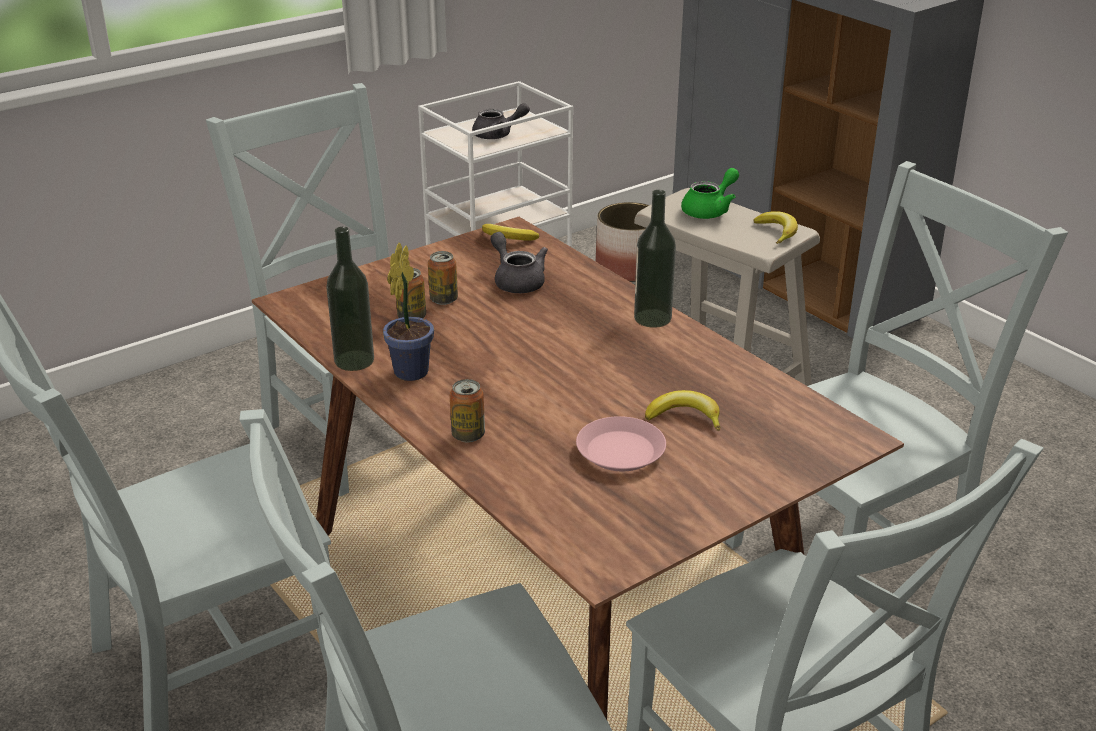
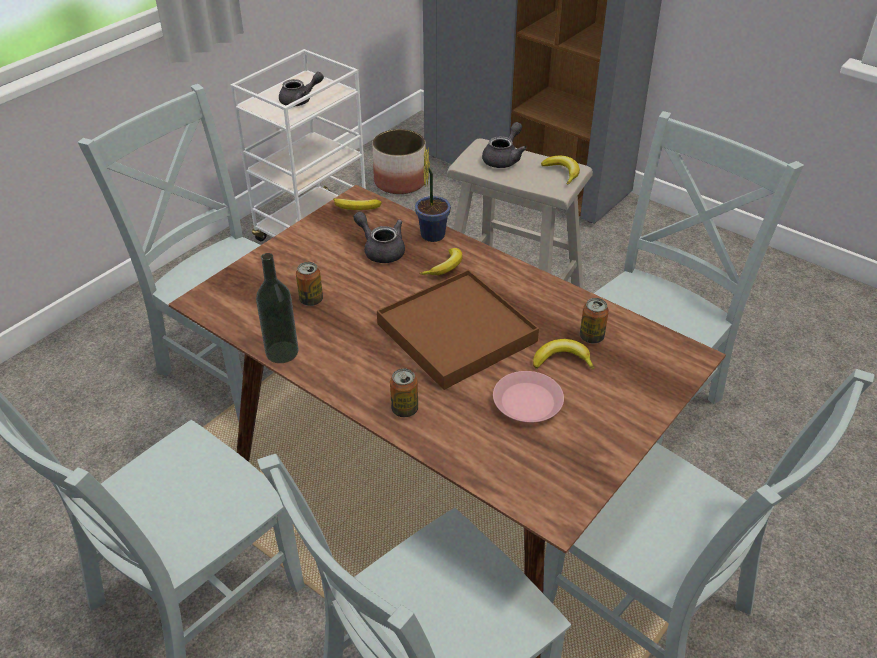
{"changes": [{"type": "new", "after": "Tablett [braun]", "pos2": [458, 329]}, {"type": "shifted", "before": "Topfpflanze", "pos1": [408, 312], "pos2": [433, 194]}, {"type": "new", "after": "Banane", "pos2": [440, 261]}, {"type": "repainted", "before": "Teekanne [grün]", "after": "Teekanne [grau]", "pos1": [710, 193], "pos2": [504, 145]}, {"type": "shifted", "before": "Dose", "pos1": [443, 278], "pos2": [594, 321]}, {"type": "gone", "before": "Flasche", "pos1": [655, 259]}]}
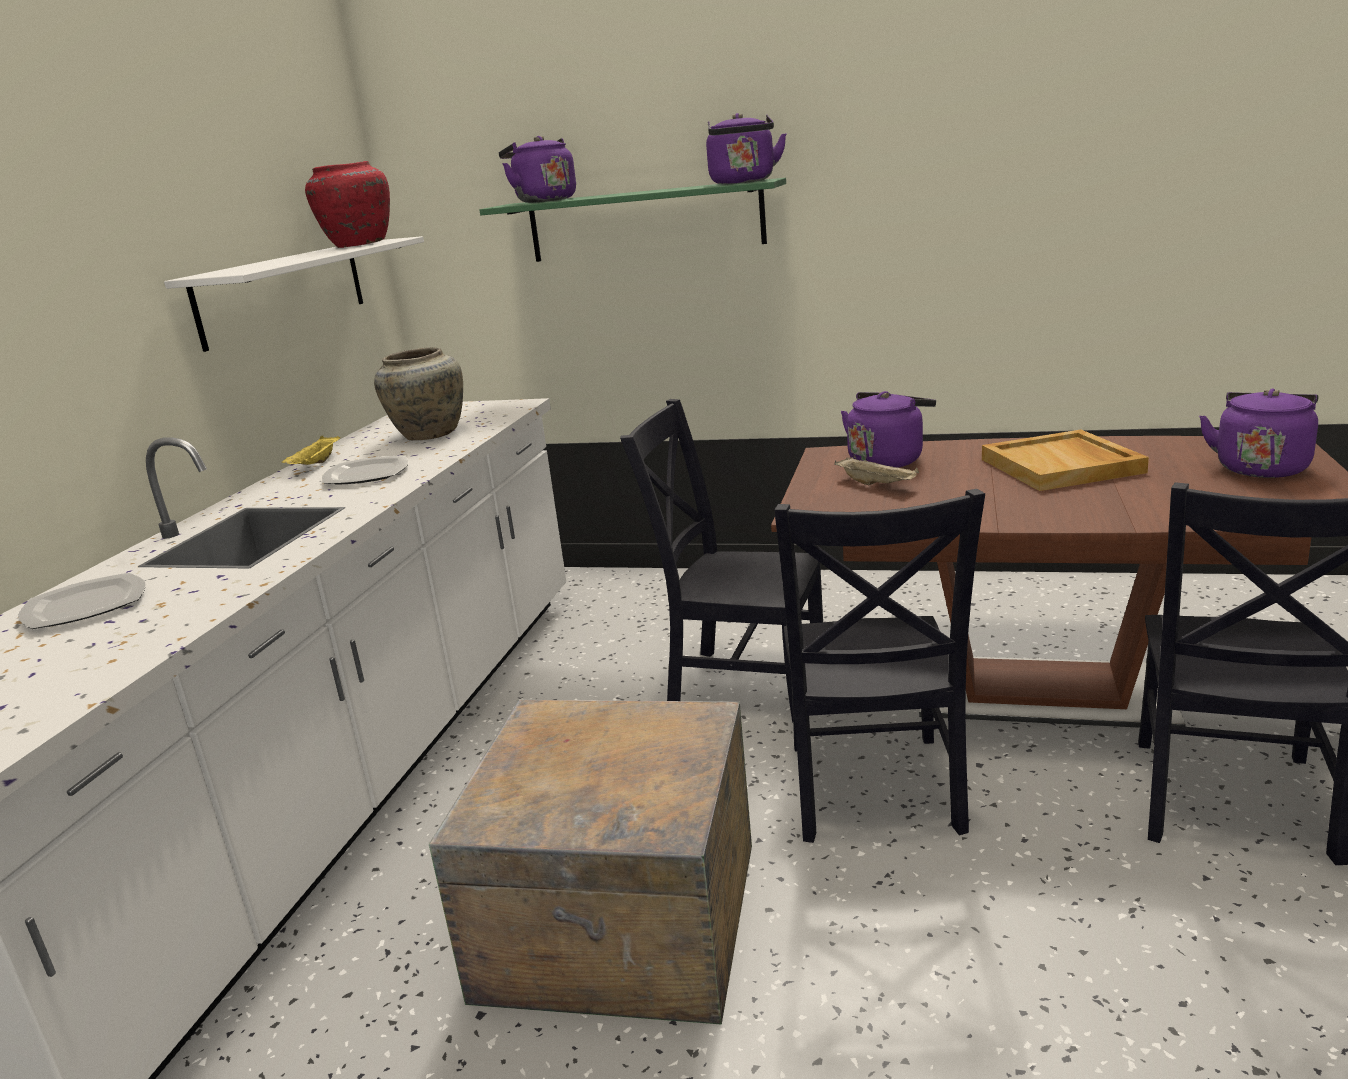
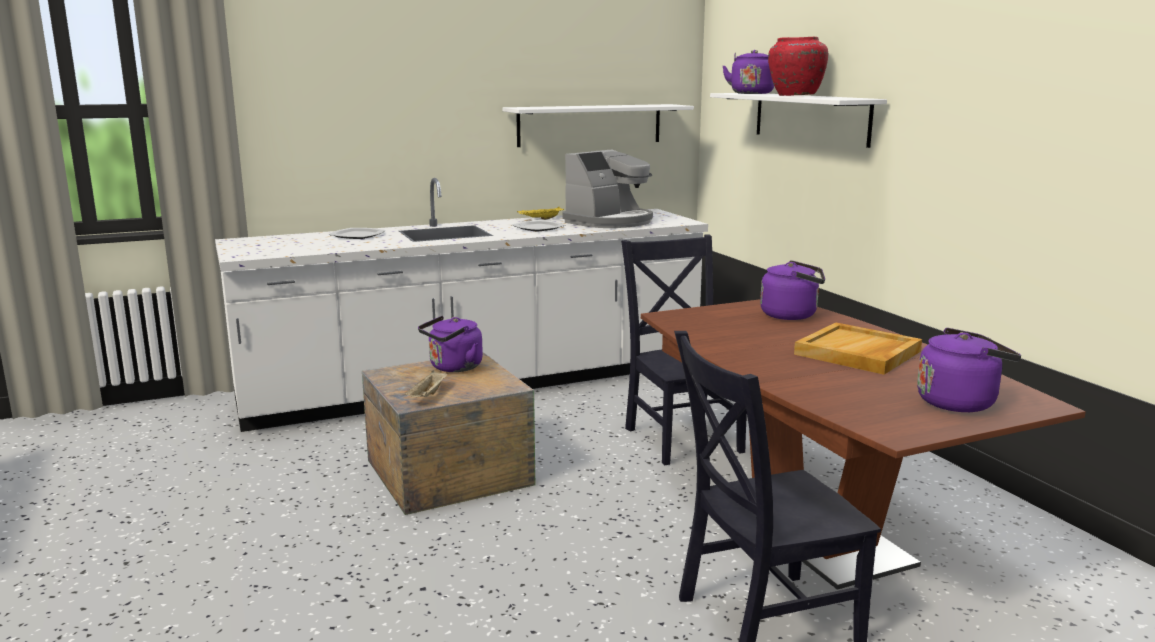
{"changes": [{"type": "shifted", "before": "Tablett [beige]", "pos1": [876, 471], "pos2": [426, 383]}, {"type": "shifted", "before": "Wasserkessel [lila]", "pos1": [746, 148], "pos2": [450, 344]}, {"type": "swapped", "before": "Vase [beige]", "after": "Kaffeemaschine", "pos1": [418, 393], "pos2": [607, 188]}, {"type": "repainted", "before": "Wandregal [grün]", "after": "Wandregal [weiß]", "pos1": [633, 220], "pos2": [798, 120]}, {"type": "shifted", "before": "Vase [rot]", "pos1": [347, 204], "pos2": [798, 66]}, {"type": "gone", "before": "Stuhl [schwarz]", "pos1": [879, 666]}]}
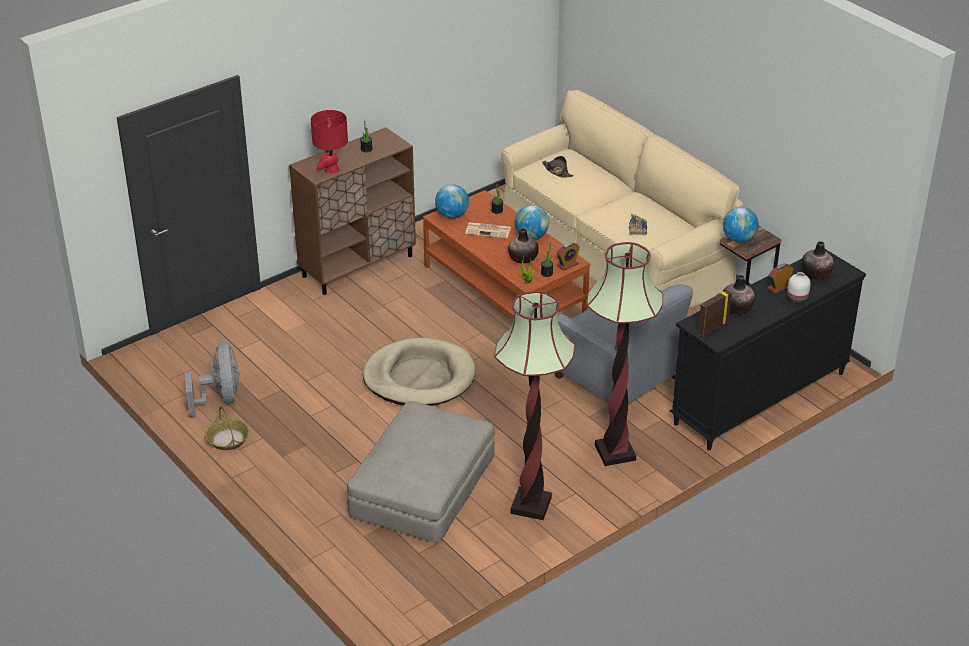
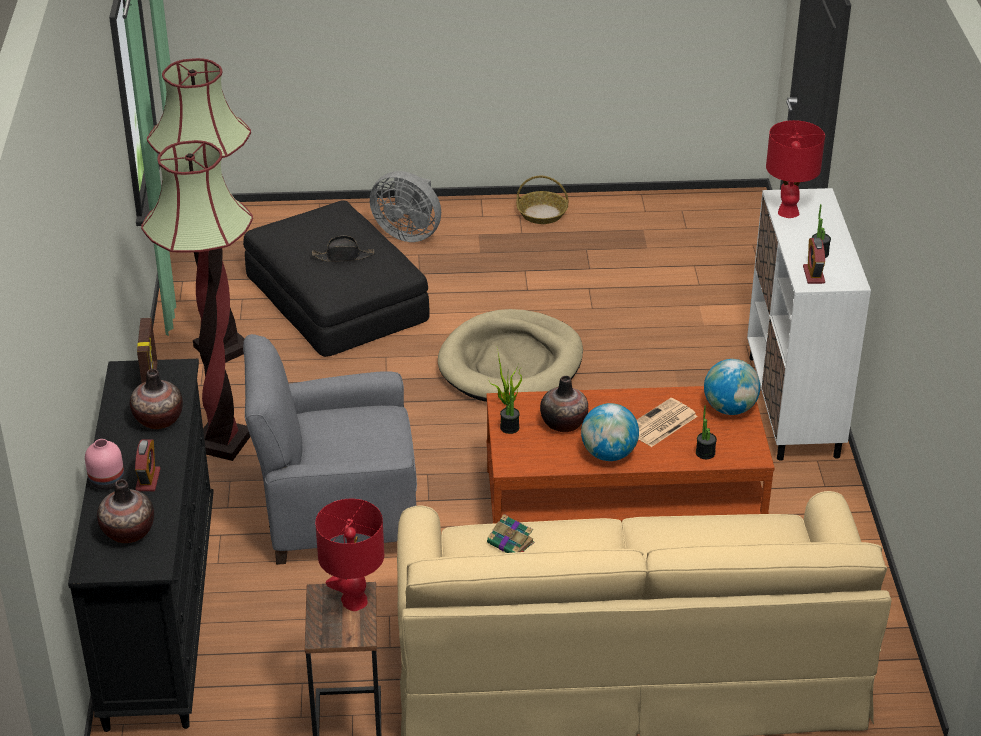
{"changes": [{"type": "repainted", "before": "Vase [weiß]", "after": "Vase [rosa]", "pos1": [799, 288], "pos2": [104, 464]}, {"type": "repainted", "before": "Polsterhocker [beige]", "after": "Polsterhocker [schwarz]", "pos1": [421, 471], "pos2": [336, 278]}, {"type": "shifted", "before": "Hut [schwarz]", "pos1": [558, 167], "pos2": [343, 249]}, {"type": "swapped", "before": "Globus", "after": "Tischlampe [rot]", "pos1": [741, 225], "pos2": [349, 555]}, {"type": "shifted", "before": "Ventilator [grau]", "pos1": [212, 379], "pos2": [405, 206]}, {"type": "repainted", "before": "Schrank [braun]", "after": "Schrank [weiß]", "pos1": [352, 211], "pos2": [809, 324]}, {"type": "shifted", "before": "Wecker", "pos1": [568, 257], "pos2": [814, 261]}]}
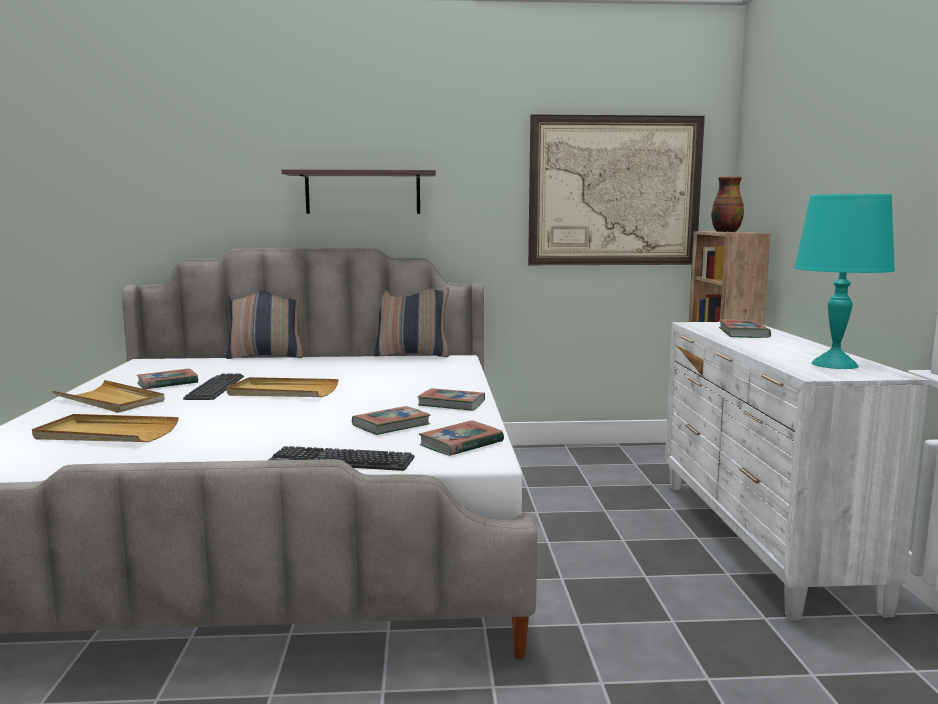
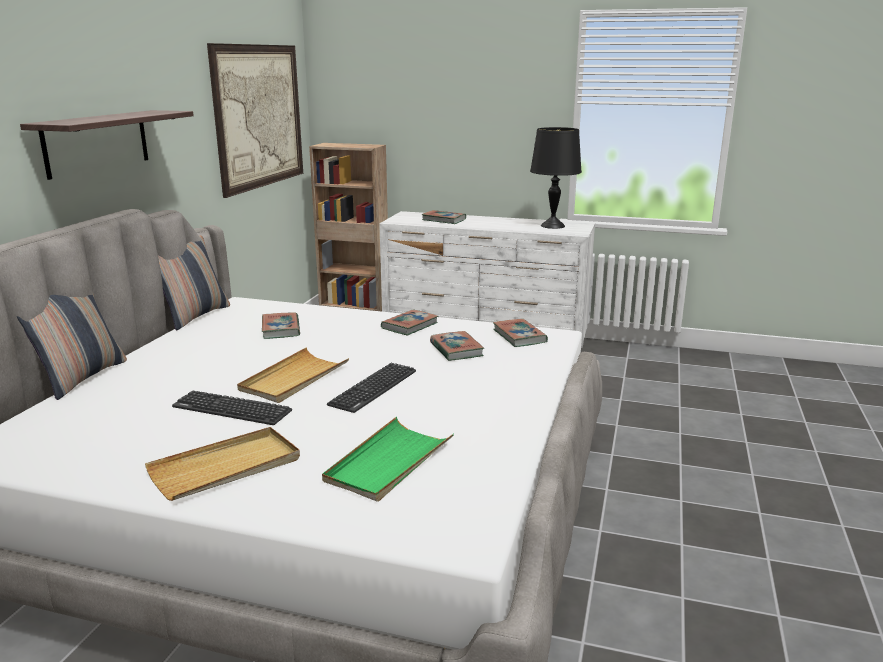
{"changes": [{"type": "shifted", "before": "Buch", "pos1": [167, 378], "pos2": [281, 325]}, {"type": "repainted", "before": "Tablett [beige]", "after": "Tablett [grün]", "pos1": [105, 428], "pos2": [388, 459]}, {"type": "shifted", "before": "Tastatur", "pos1": [342, 458], "pos2": [371, 388]}, {"type": "repainted", "before": "Tischlampe [türkis]", "after": "Tischlampe [schwarz]", "pos1": [844, 281], "pos2": [556, 178]}, {"type": "gone", "before": "Vase", "pos1": [727, 204]}]}
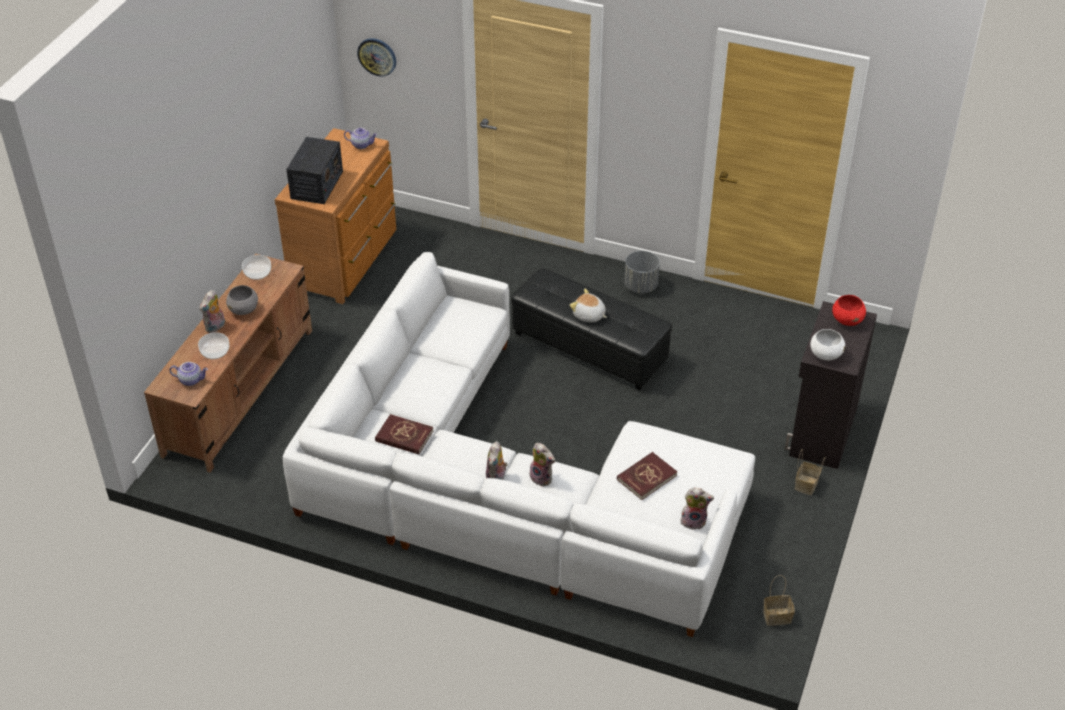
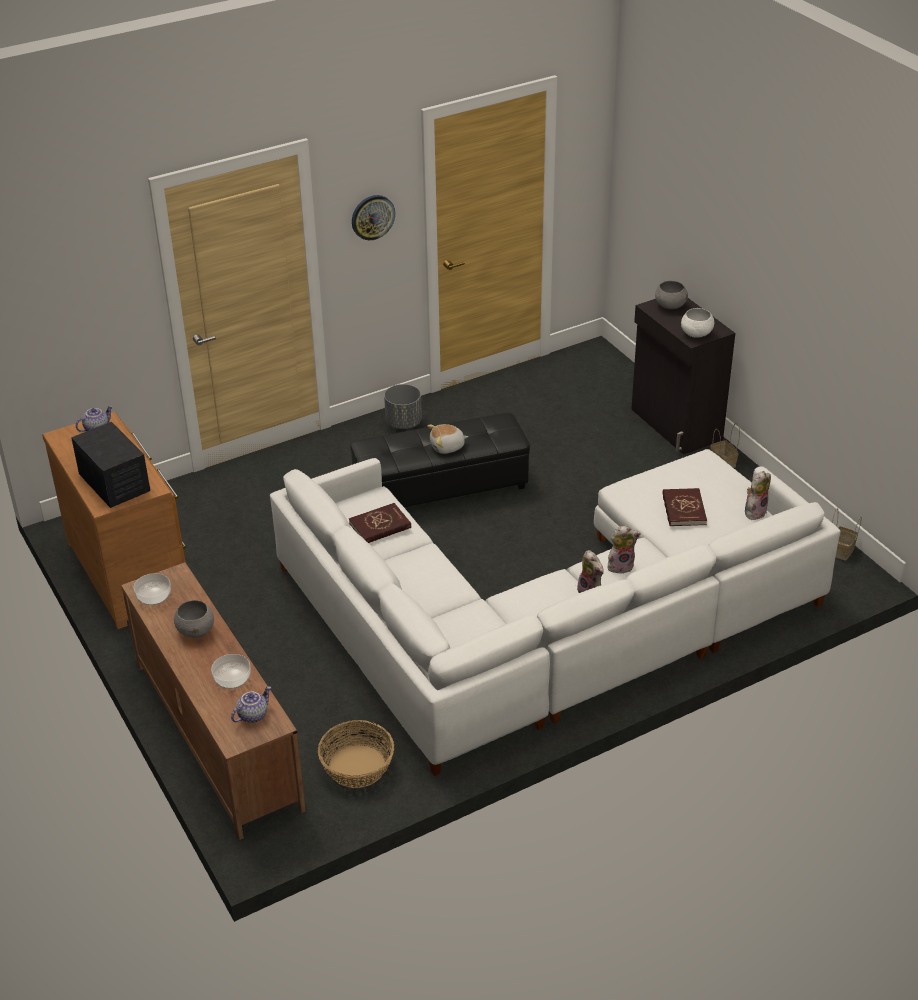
{"changes": [{"type": "new", "after": "Korb", "pos2": [356, 754]}, {"type": "shifted", "before": "Buch [rot]", "pos1": [404, 434], "pos2": [380, 523]}, {"type": "shifted", "before": "Wanduhr", "pos1": [376, 57], "pos2": [373, 217]}, {"type": "repainted", "before": "Schüssel [rot]", "after": "Schüssel [grau]", "pos1": [849, 310], "pos2": [671, 295]}, {"type": "gone", "before": "Plüschtier", "pos1": [212, 311]}]}
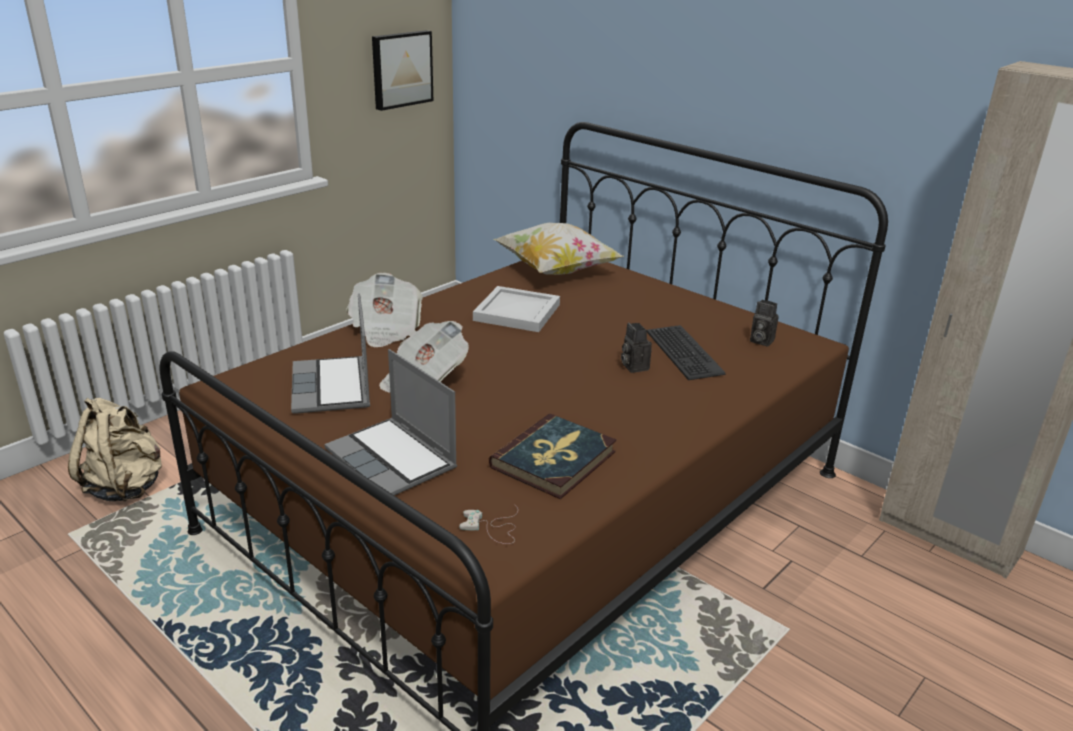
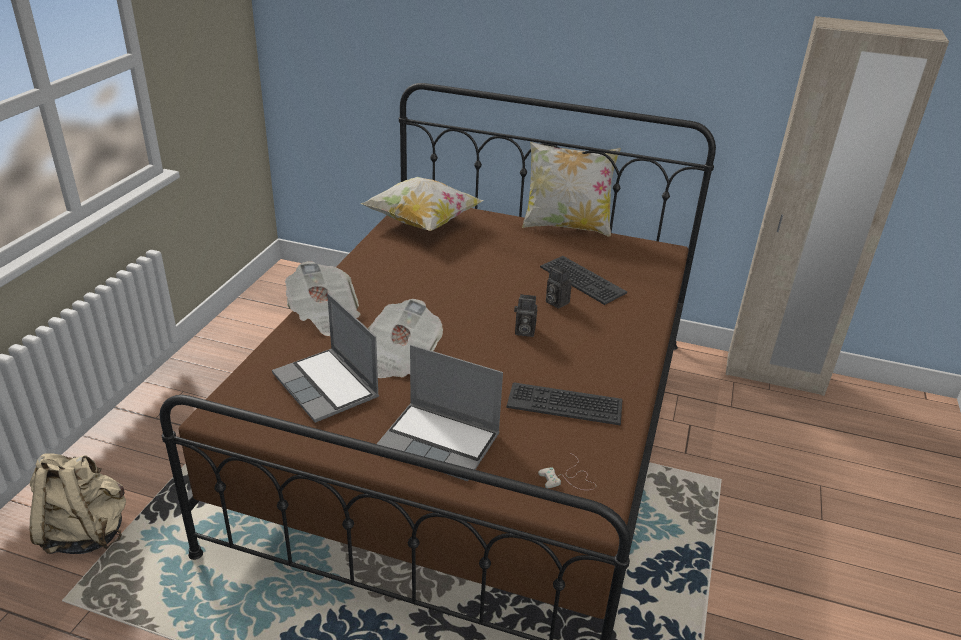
{"changes": [{"type": "swapped", "before": "Buch", "after": "Tastatur", "pos1": [552, 456], "pos2": [564, 403]}, {"type": "shifted", "before": "Kamera", "pos1": [764, 323], "pos2": [525, 315]}, {"type": "new", "after": "Kissen", "pos2": [571, 189]}, {"type": "gone", "before": "Bild", "pos1": [402, 70]}, {"type": "gone", "before": "Tablett [weiß]", "pos1": [516, 309]}]}
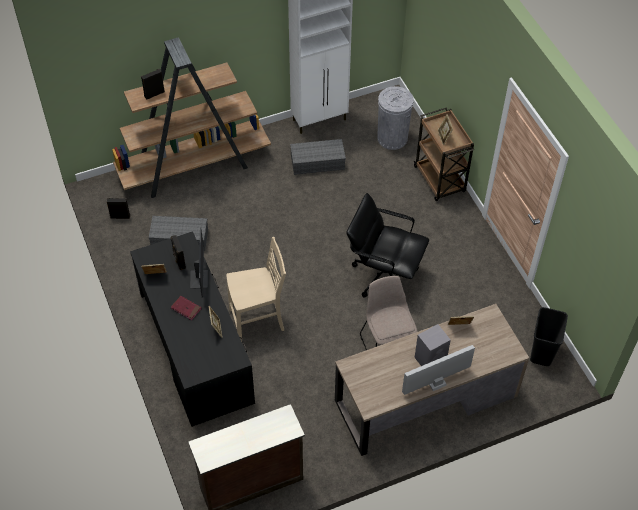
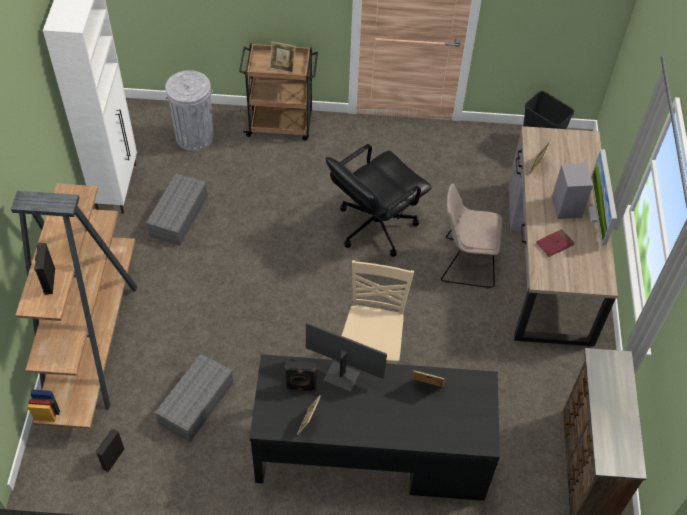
{"changes": [{"type": "shifted", "before": "Buch [rot]", "pos1": [186, 308], "pos2": [555, 243]}]}
